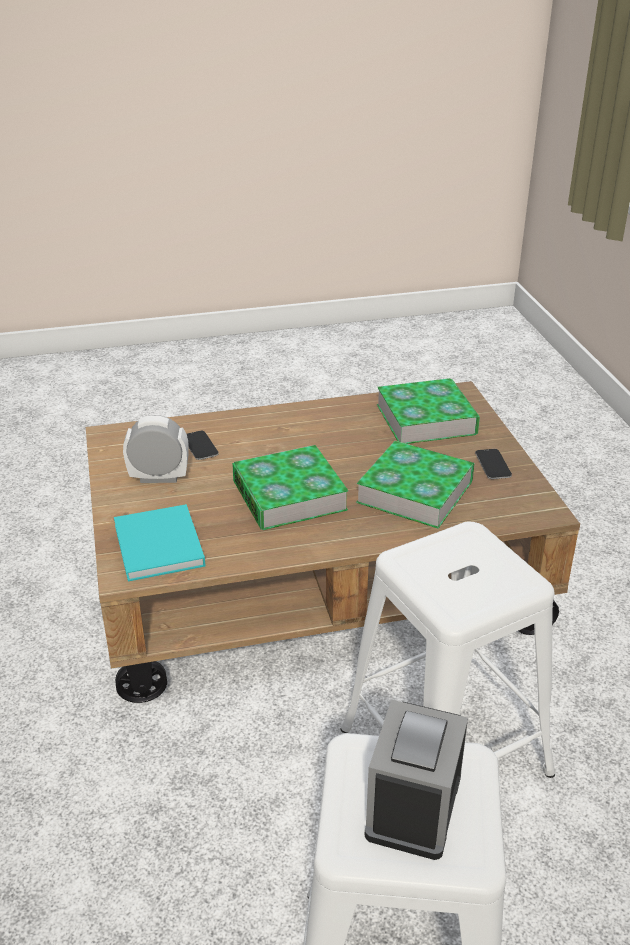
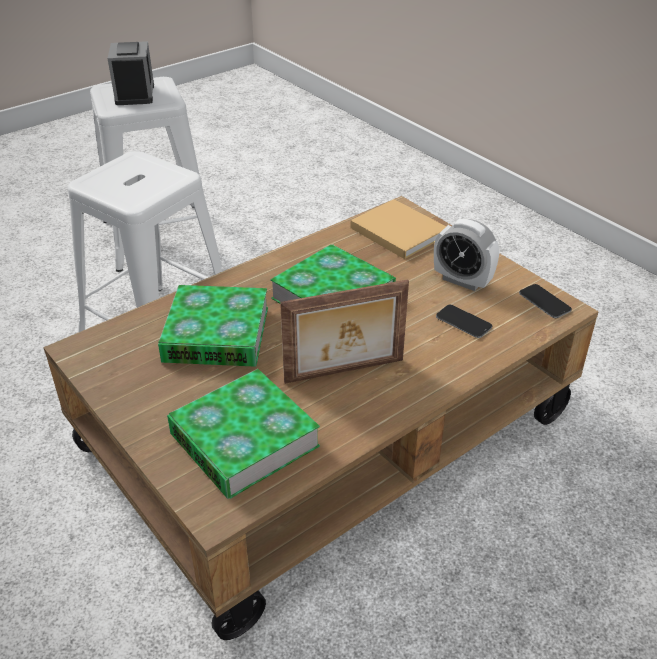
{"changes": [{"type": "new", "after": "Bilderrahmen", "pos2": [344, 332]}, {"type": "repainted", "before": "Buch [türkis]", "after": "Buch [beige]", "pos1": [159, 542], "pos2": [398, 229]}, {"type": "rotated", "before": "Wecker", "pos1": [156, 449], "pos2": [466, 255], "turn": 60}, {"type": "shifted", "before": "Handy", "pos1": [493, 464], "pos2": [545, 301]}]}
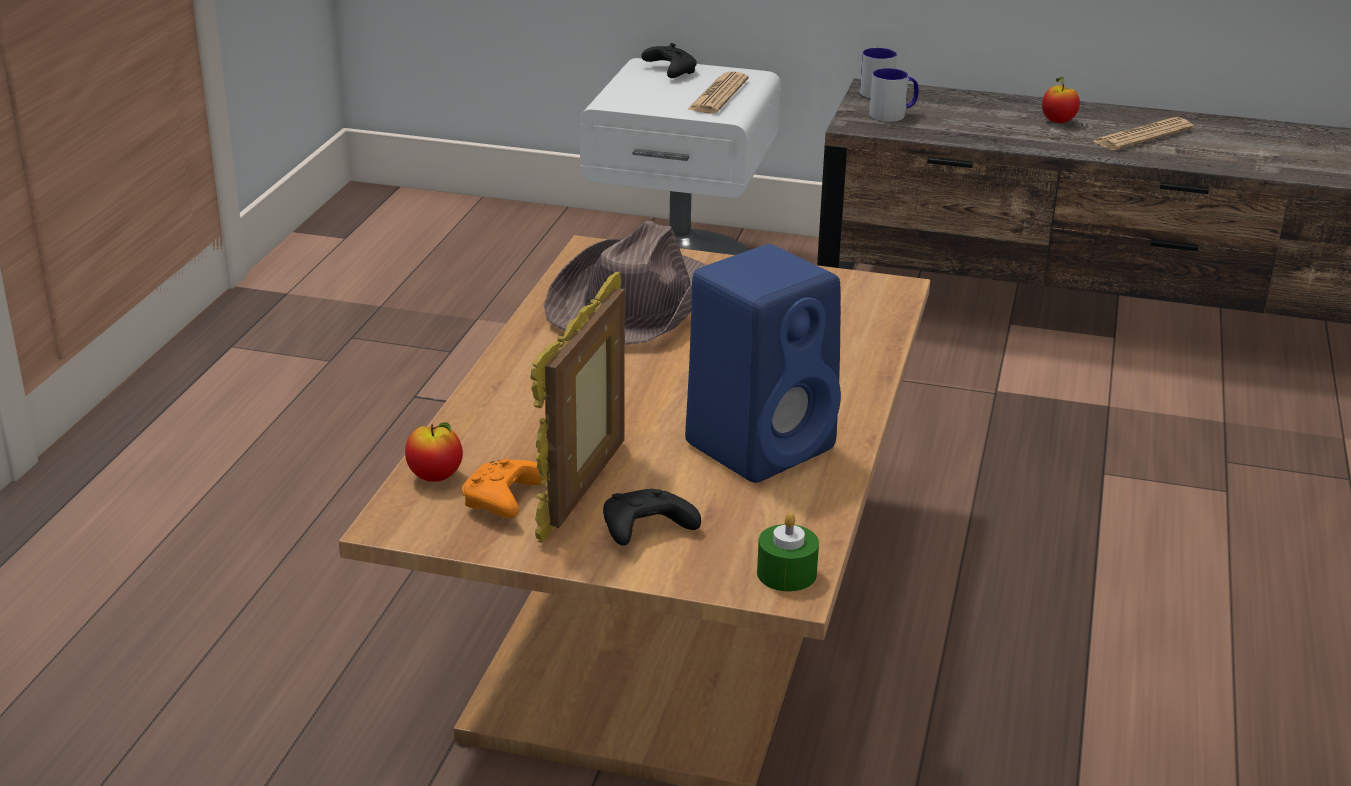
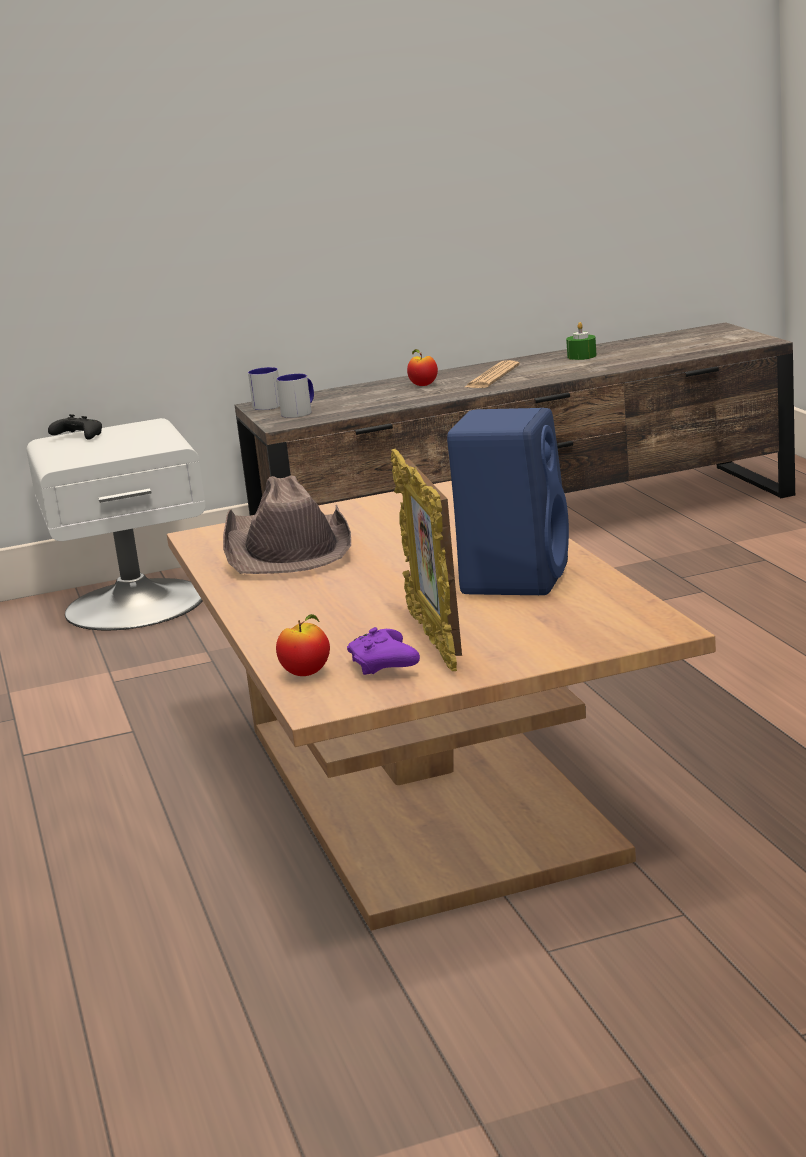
{"changes": [{"type": "repainted", "before": "Gamepad [orange]", "after": "Gamepad [lila]", "pos1": [504, 488], "pos2": [383, 651]}, {"type": "shifted", "before": "Kerze [grün]", "pos1": [788, 552], "pos2": [581, 341]}, {"type": "gone", "before": "Gamepad [schwarz]", "pos1": [652, 517]}, {"type": "gone", "before": "Zeitung", "pos1": [718, 93]}]}
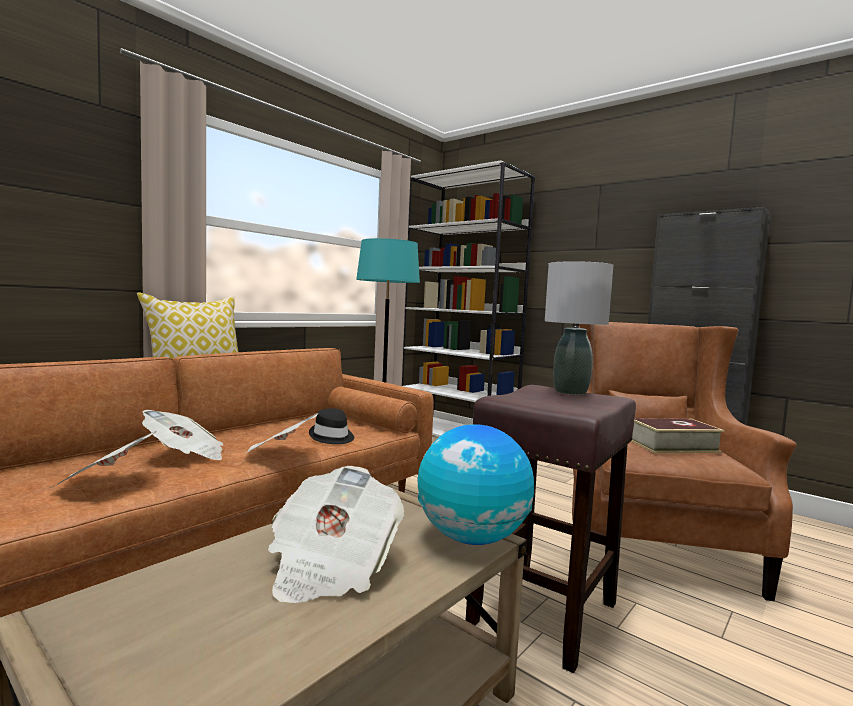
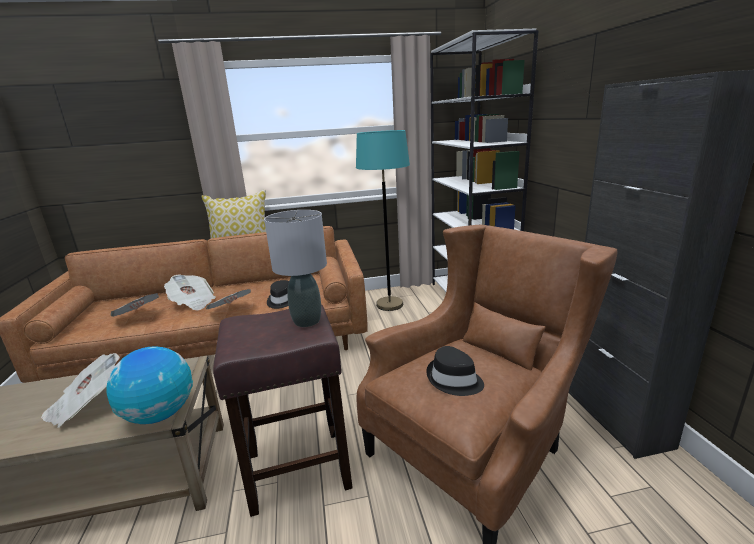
{"changes": [{"type": "swapped", "before": "Buch", "after": "Hut [schwarz]", "pos1": [677, 435], "pos2": [455, 371]}]}
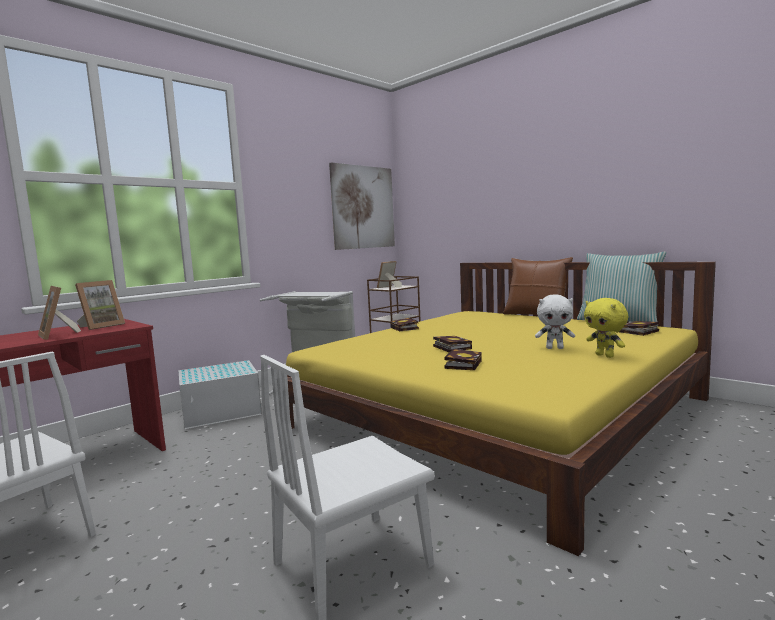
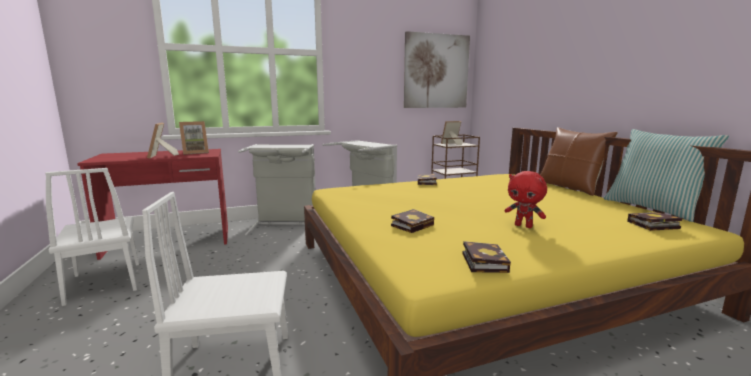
{"changes": [{"type": "swapped", "before": "Aufbewahrungsbox [weiß]", "after": "Wäschekorb [grau]", "pos1": [220, 394], "pos2": [277, 189]}, {"type": "shifted", "before": "Buch", "pos1": [452, 344], "pos2": [487, 257]}, {"type": "repainted", "before": "Plüschtier [weiß]", "after": "Plüschtier [rot]", "pos1": [555, 322], "pos2": [526, 199]}, {"type": "gone", "before": "Plüschtier [gelb]", "pos1": [606, 328]}]}
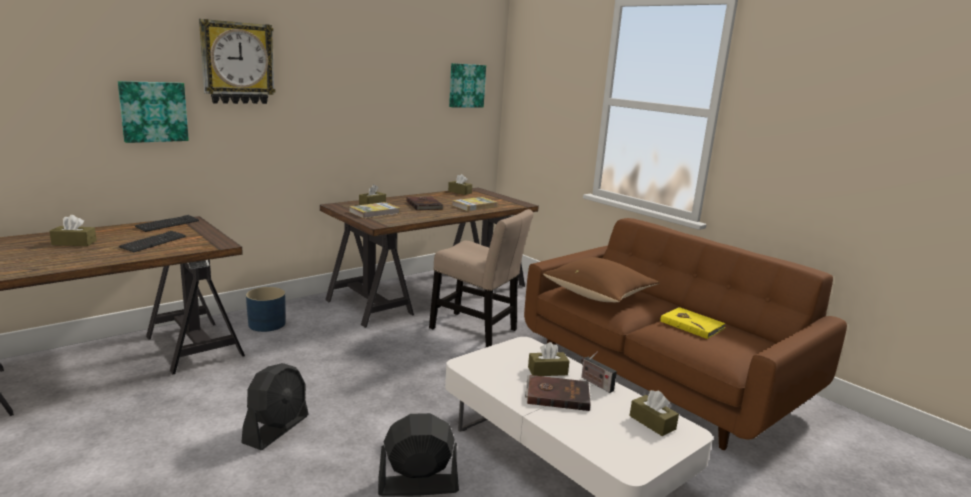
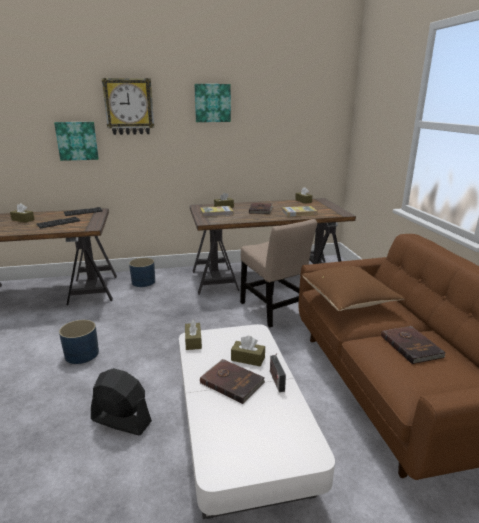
{"changes": [{"type": "swapped", "before": "Ventilator [schwarz]", "after": "Pflanzkübel [blau]", "pos1": [275, 406], "pos2": [79, 342]}, {"type": "shifted", "before": "Taschentuchbox [braun]", "pos1": [654, 413], "pos2": [193, 334]}, {"type": "shifted", "before": "Bild", "pos1": [467, 85], "pos2": [212, 103]}, {"type": "repainted", "before": "Buch [gelb]", "after": "Buch [braun]", "pos1": [692, 323], "pos2": [413, 345]}]}
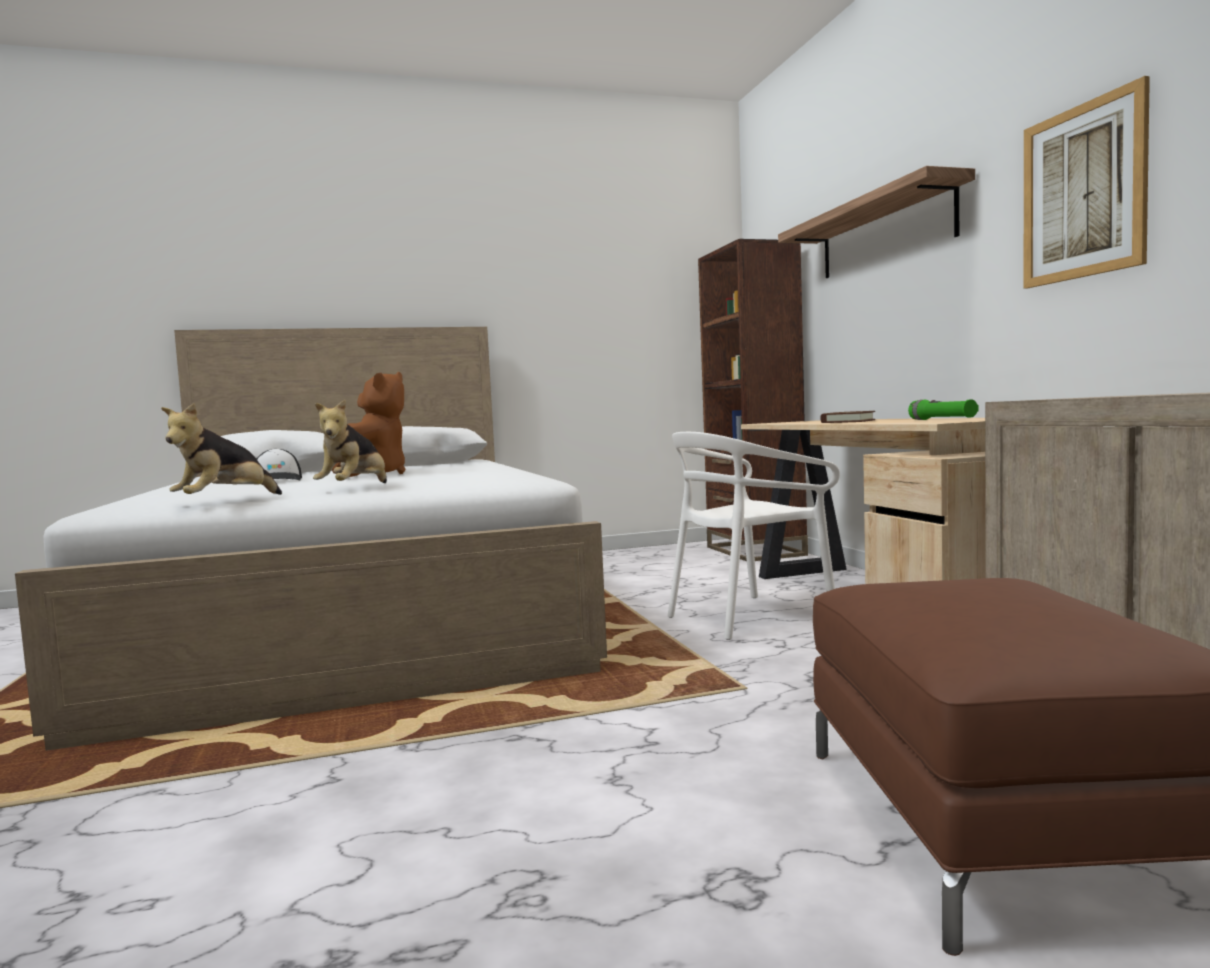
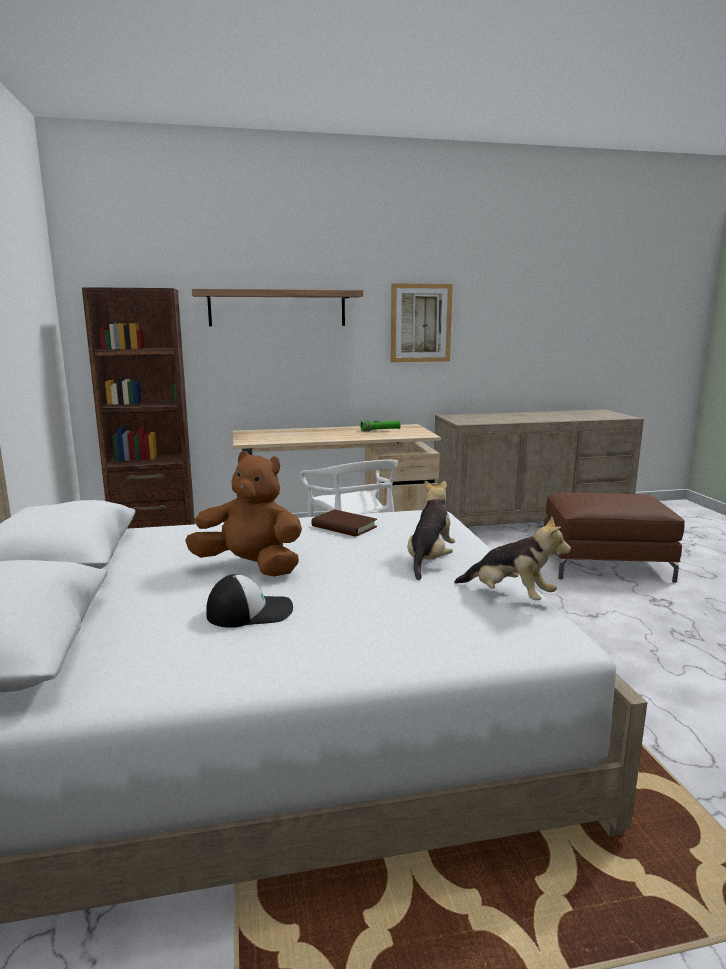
{"changes": [{"type": "shifted", "before": "Buch [braun]", "pos1": [847, 417], "pos2": [344, 523]}, {"type": "rotated", "before": "Plüschtier", "pos1": [350, 441], "pos2": [431, 530], "turn": -90}]}
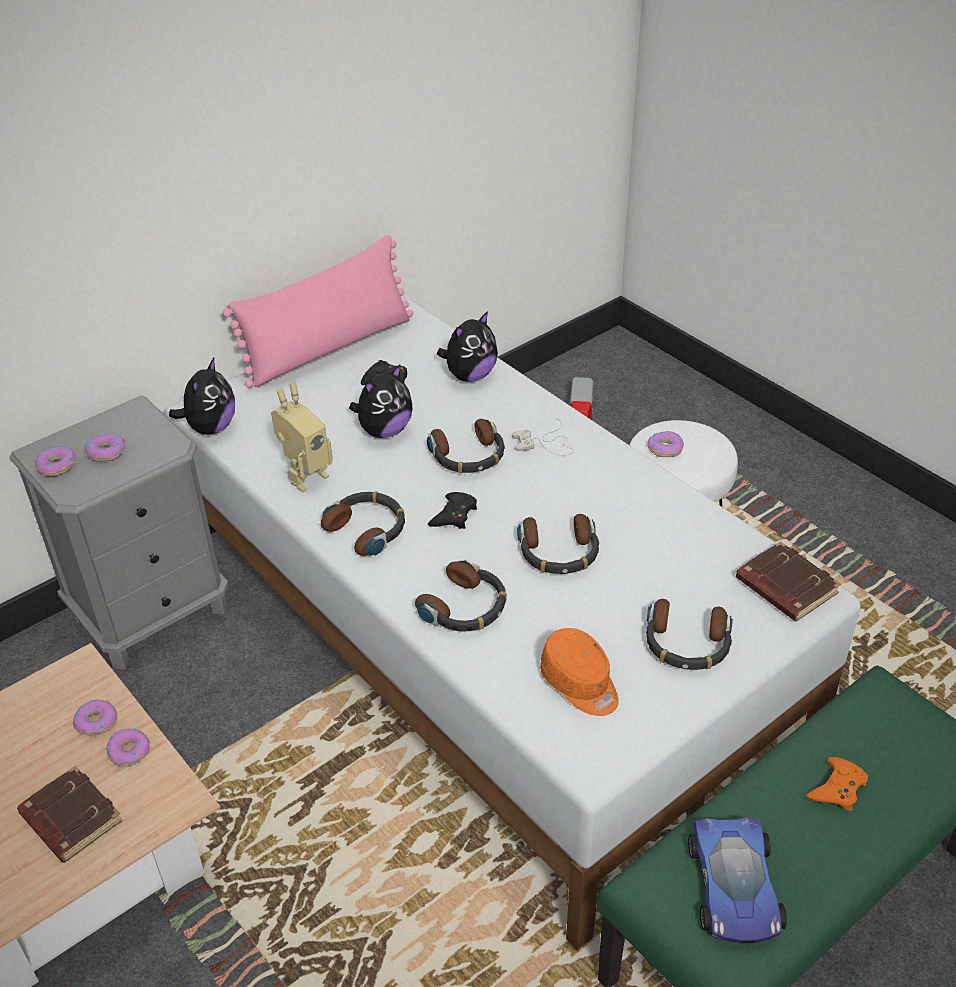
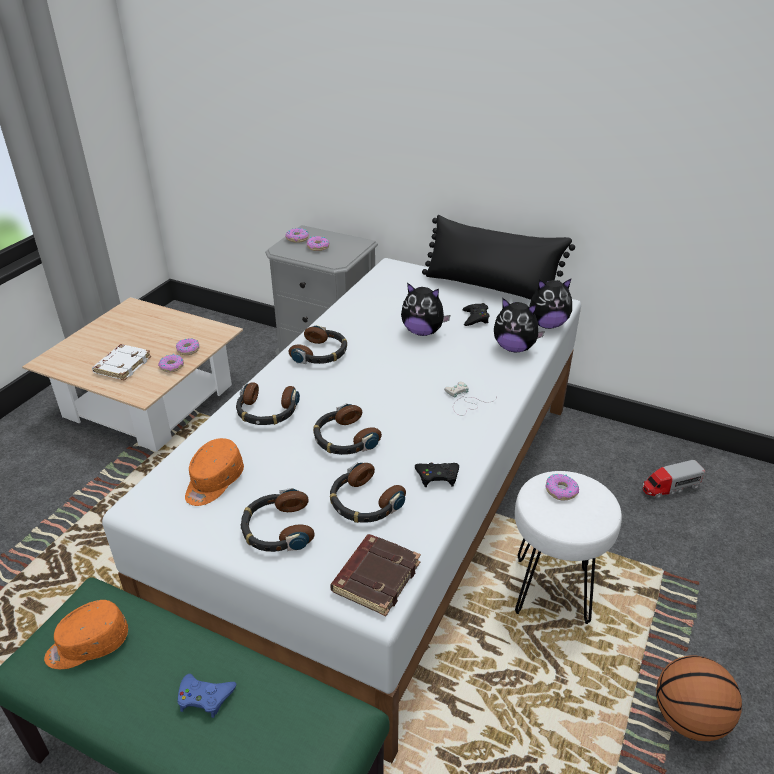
{"changes": [{"type": "swapped", "before": "Spielzeugauto", "after": "Kappe [orange]", "pos1": [737, 880], "pos2": [86, 634]}, {"type": "repainted", "before": "Buch [braun]", "after": "Buch [weiß]", "pos1": [70, 814], "pos2": [121, 362]}, {"type": "repainted", "before": "Gamepad [orange]", "after": "Gamepad [blau]", "pos1": [837, 784], "pos2": [207, 696]}, {"type": "shifted", "before": "Kopfhörer", "pos1": [466, 446], "pos2": [368, 492]}, {"type": "shifted", "before": "Gamepad [schwarz]", "pos1": [452, 510], "pos2": [437, 475]}, {"type": "repainted", "before": "Kissen [rosa]", "after": "Kissen [schwarz]", "pos1": [318, 311], "pos2": [498, 257]}, {"type": "shifted", "before": "Plüschtier", "pos1": [202, 396], "pos2": [550, 304]}, {"type": "new", "after": "Basketball", "pos2": [699, 698]}, {"type": "gone", "before": "Spielzeugroboter", "pos1": [302, 437]}]}
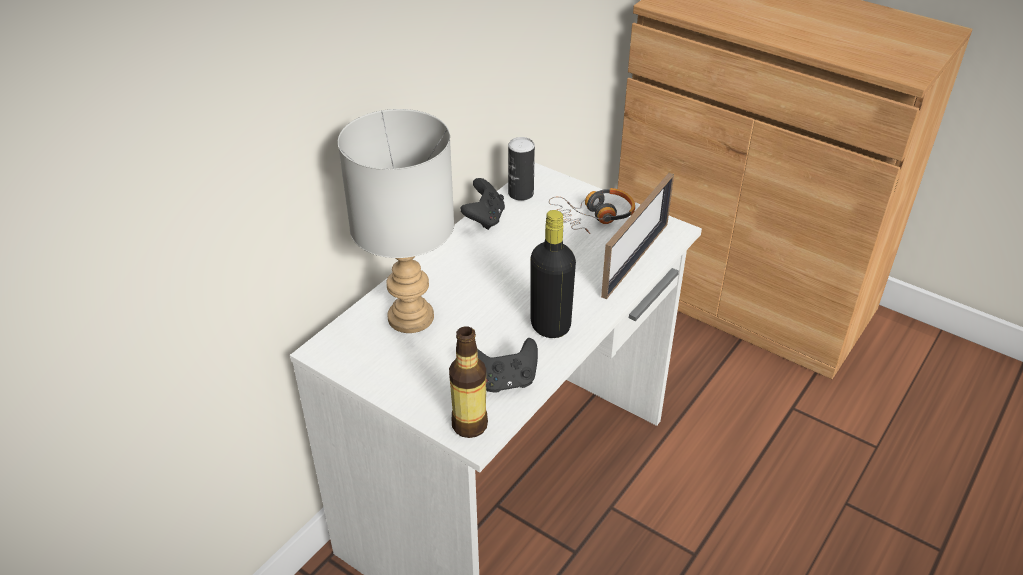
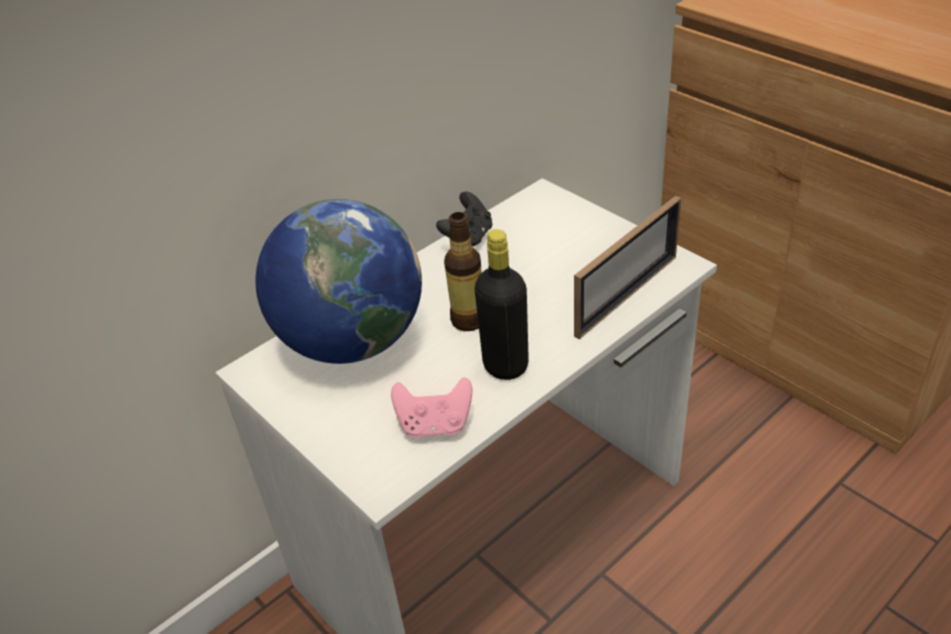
{"changes": [{"type": "swapped", "before": "Tischlampe [grau]", "after": "Globus", "pos1": [396, 221], "pos2": [339, 281]}, {"type": "repainted", "before": "Gamepad [schwarz]", "after": "Gamepad [rosa]", "pos1": [507, 365], "pos2": [432, 407]}, {"type": "shifted", "before": "Flasche", "pos1": [468, 382], "pos2": [463, 271]}, {"type": "gone", "before": "Dose", "pos1": [521, 169]}, {"type": "gone", "before": "Kopfhörer", "pos1": [592, 211]}]}
